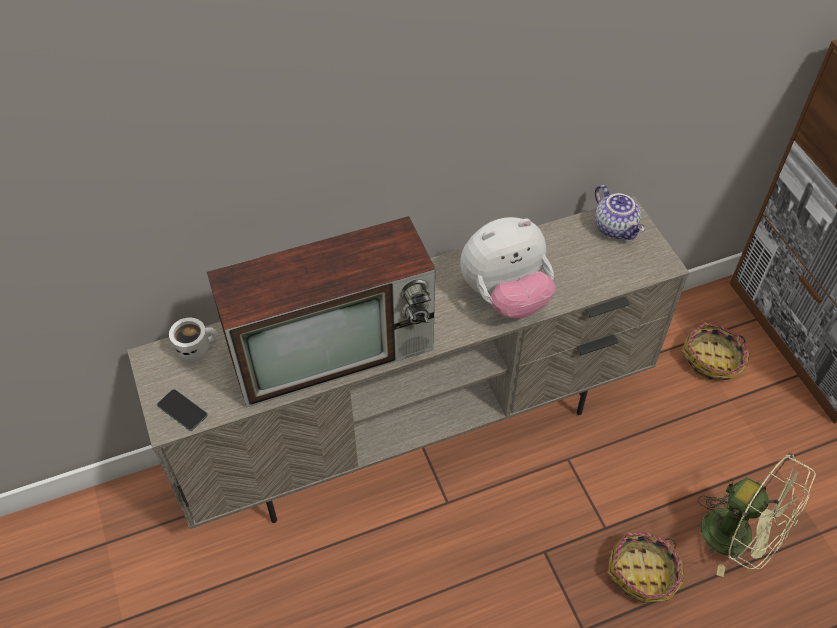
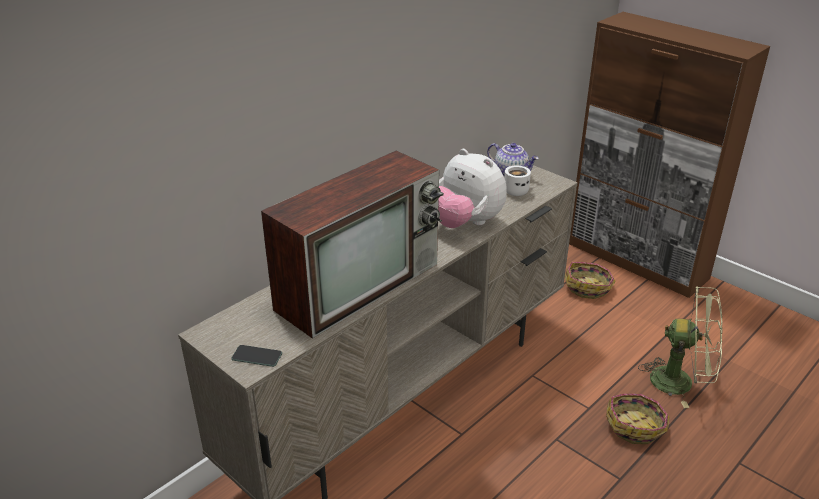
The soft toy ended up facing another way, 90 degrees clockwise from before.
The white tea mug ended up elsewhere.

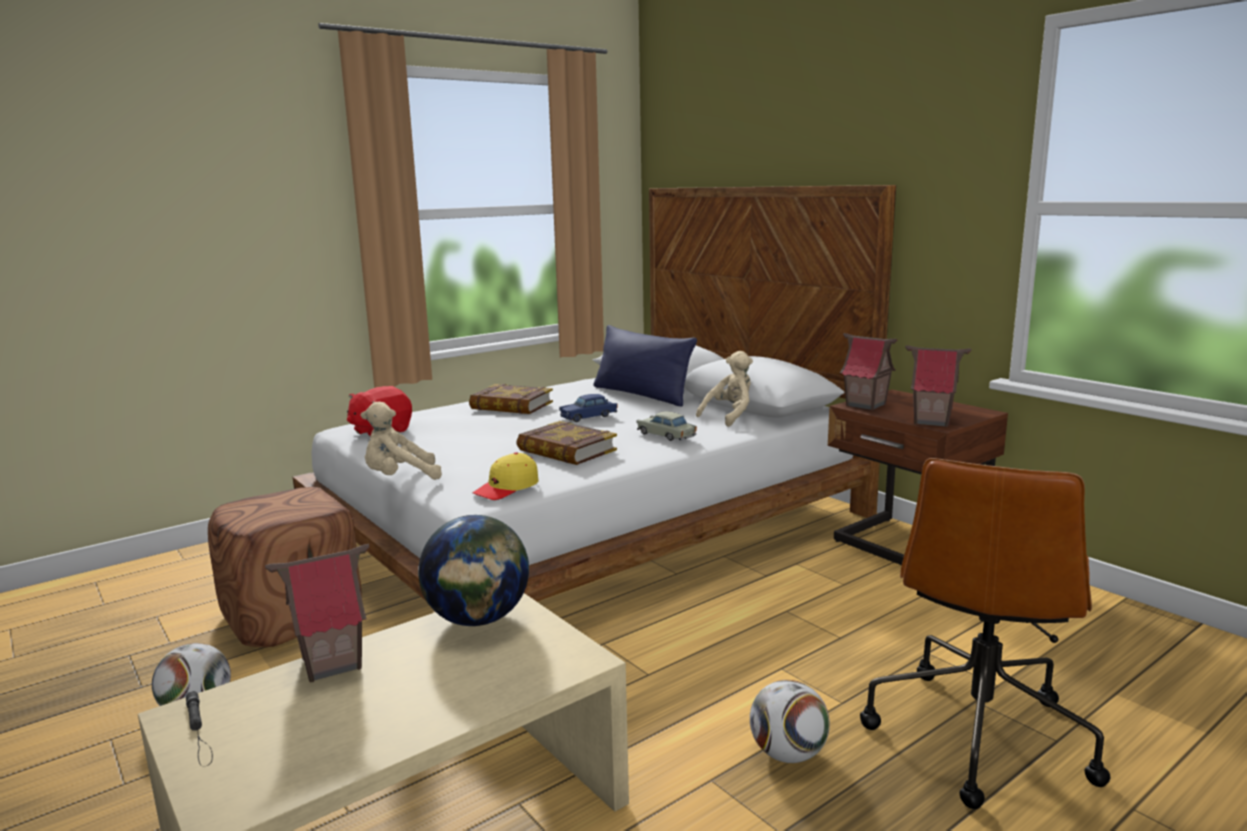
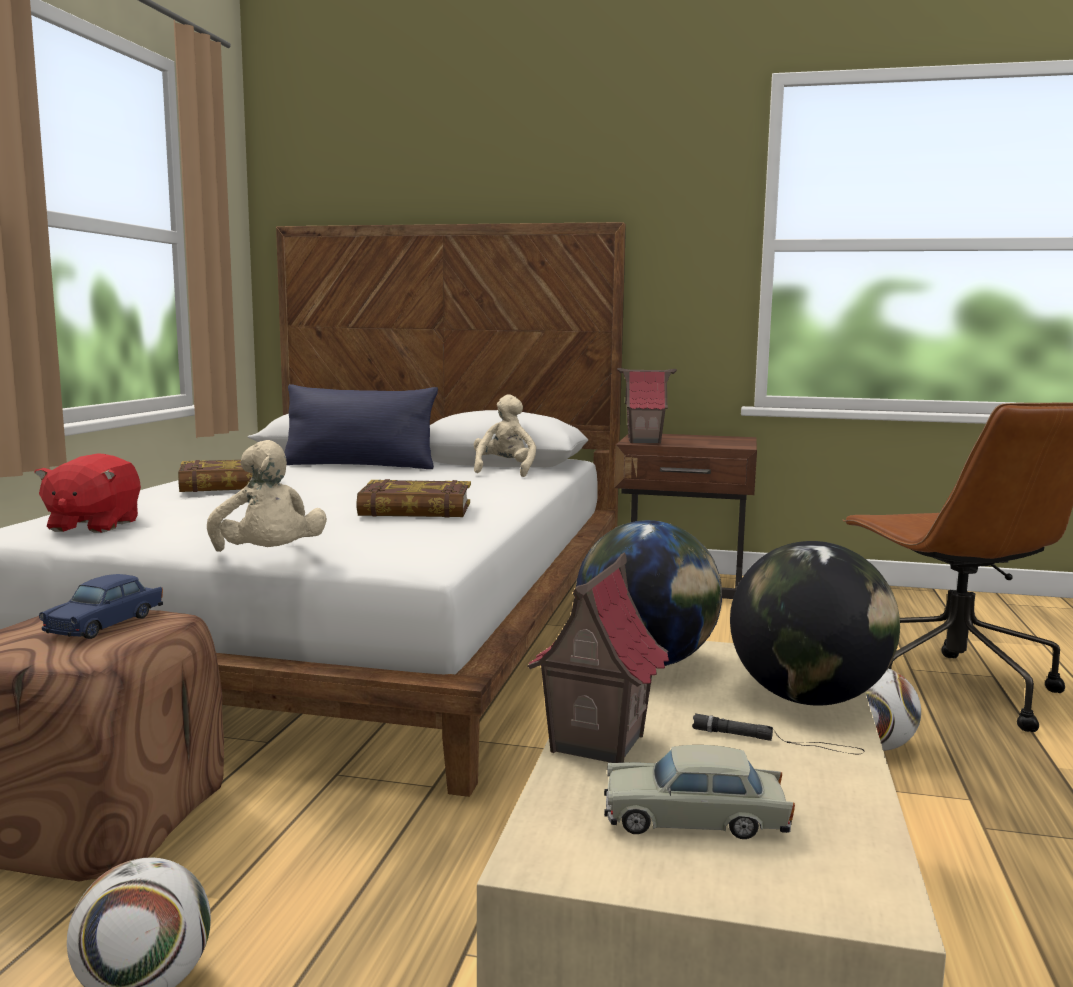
The second view lost the model house (3rd from left).
The blue-coloured toy car ended up elsewhere.
The beige-coloured soft toy (1st from left) ended up facing another way, 60 degrees counterclockwise from before.
The beige-coloured toy car ended up elsewhere.
The second view lost the yellowish peaked cap.
The black-coloured hand torch ended up elsewhere.
The second view gained the world globe (2nd from left).

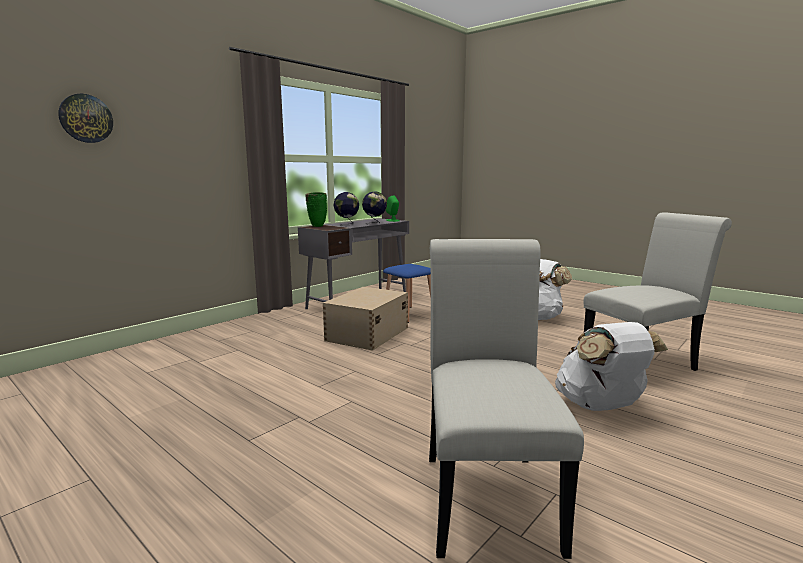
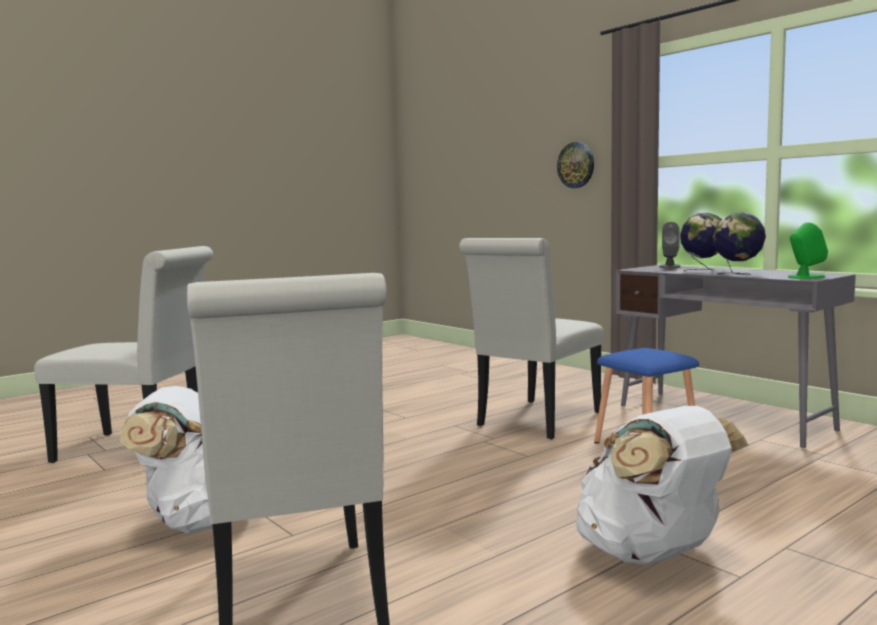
The wall clock ended up elsewhere.
Where the green-coloured vase stood, the greyish speaker came to stand.
Where the beige-coloured storage container stood, the white plain chair (3rd from left) came to stand.

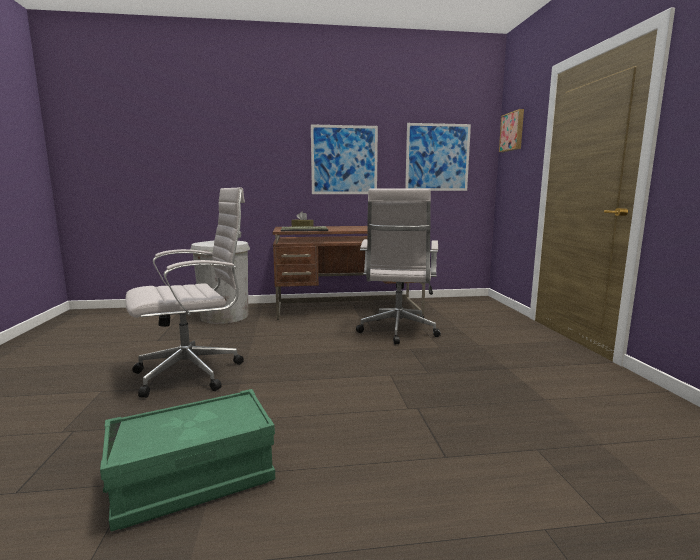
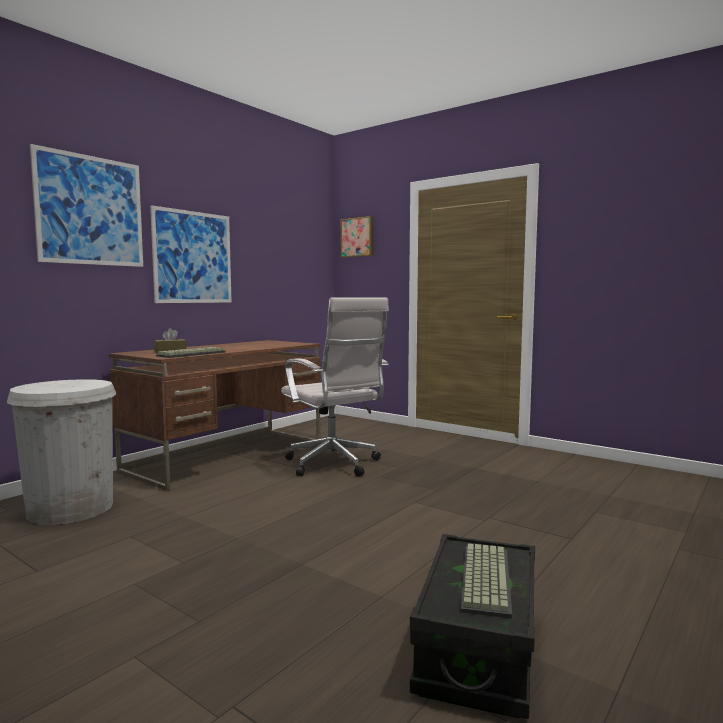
The wall picture (2nd from left in the first image) ended up elsewhere.
The second view lost the white office chair (1st from left).
What was the green-coloured storage container turned into the black-coloured storage container.
The second view gained the keyboard (2nd from left).

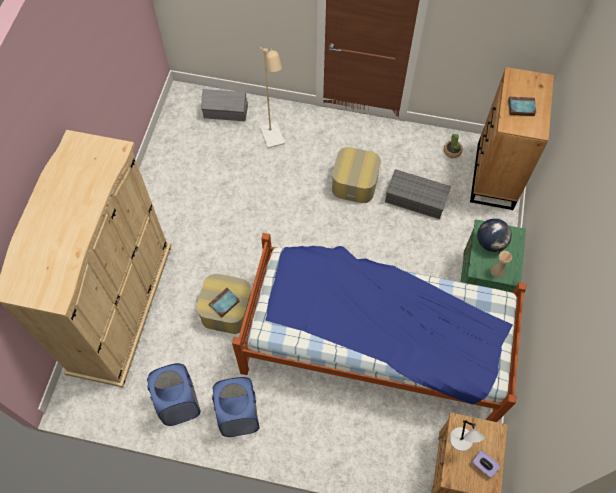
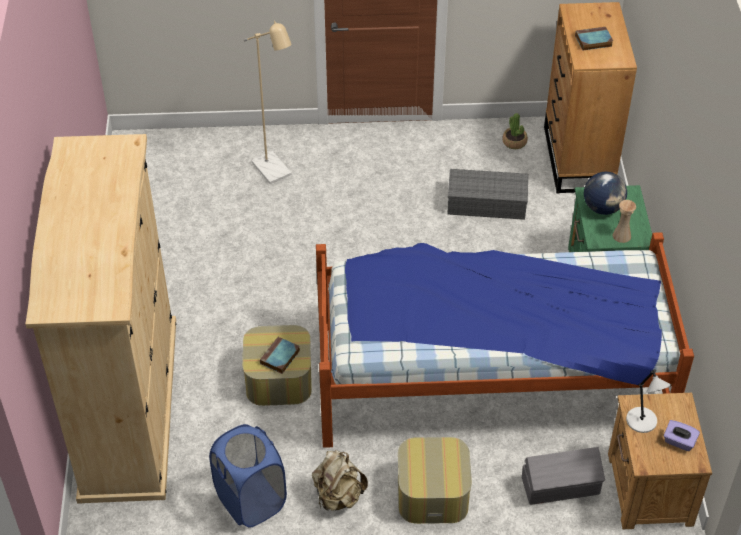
The greyish storage container (1st from left in the first image) ended up elsewhere.
The ottoman (2nd from left) ended up elsewhere.
Where the blue-coloured hamper (2nd from left) stood, the beige-coloured backpack came to stand.

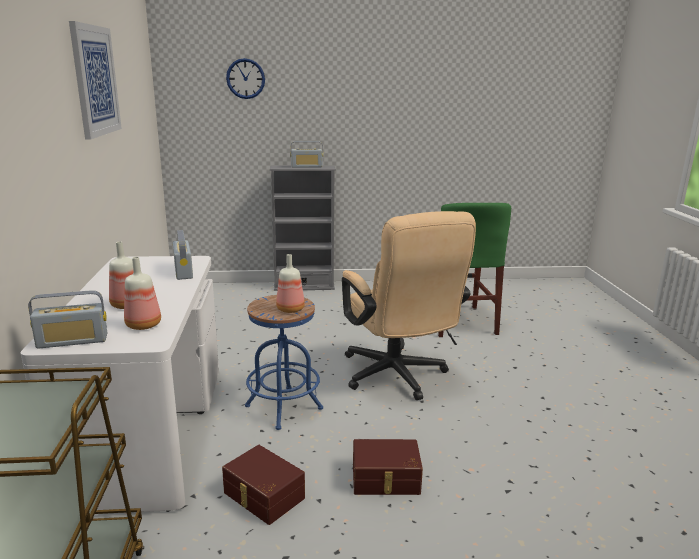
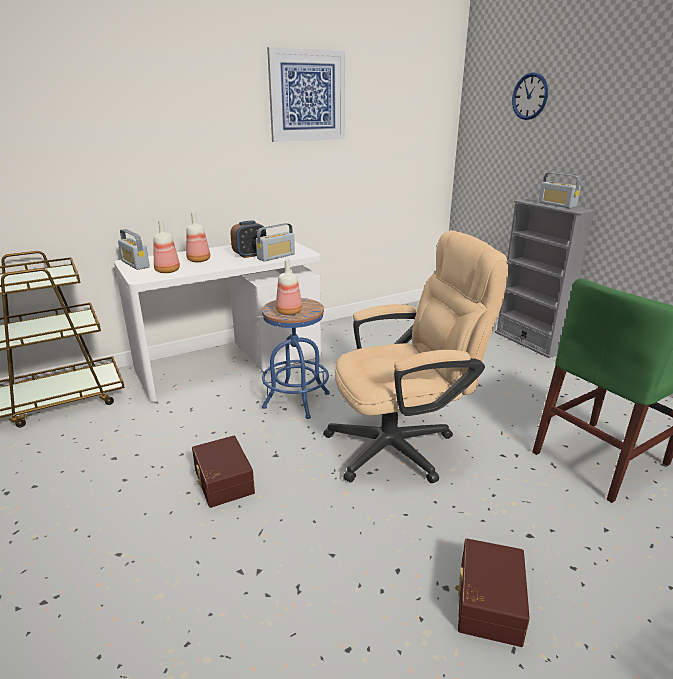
The beige-coloured office chair ended up facing another way, 150 degrees counterclockwise from before.
The brownish storage container (1st from left in the first image) ended up elsewhere.
The second view gained the bedside clock.

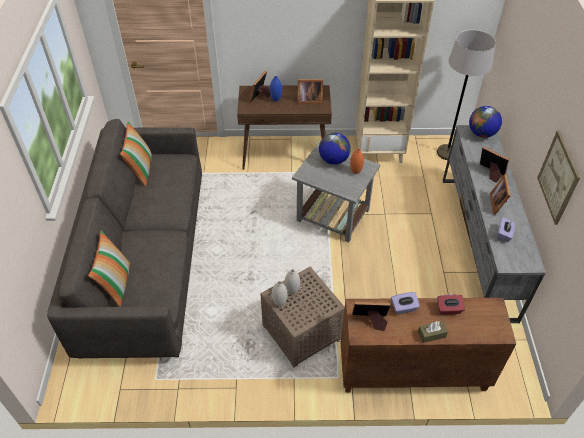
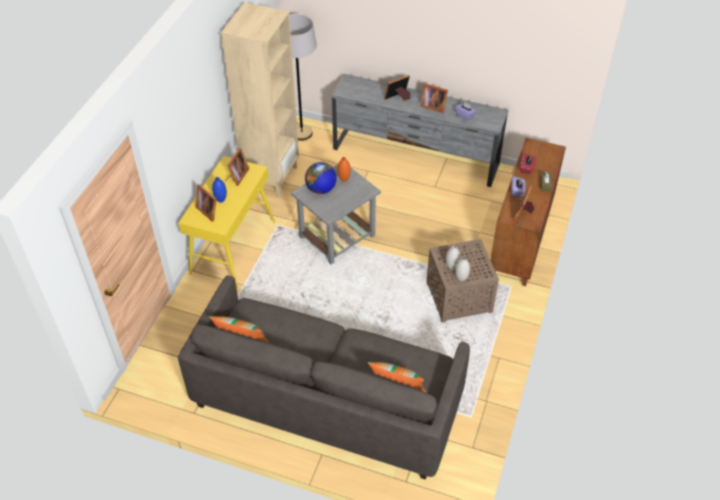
What was the brownish console table turned into the yellowish console table.
The second view lost the world globe (2nd from left).
The second view lost the wall picture.

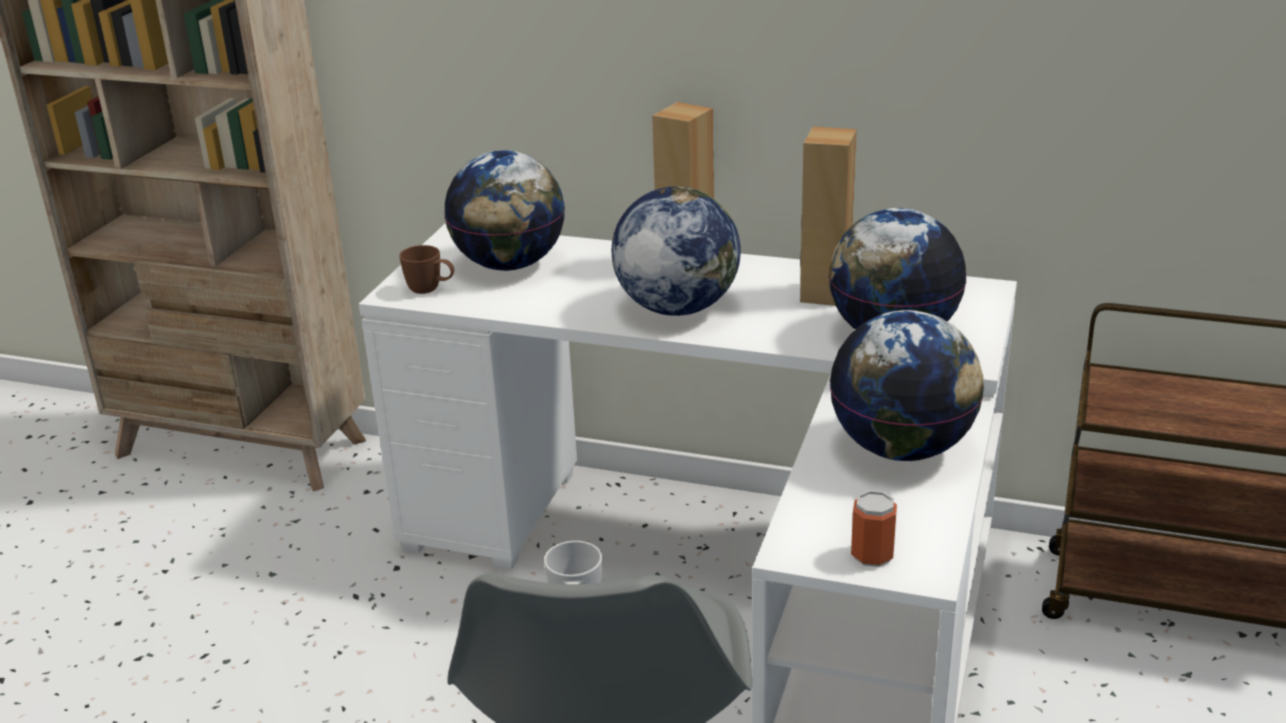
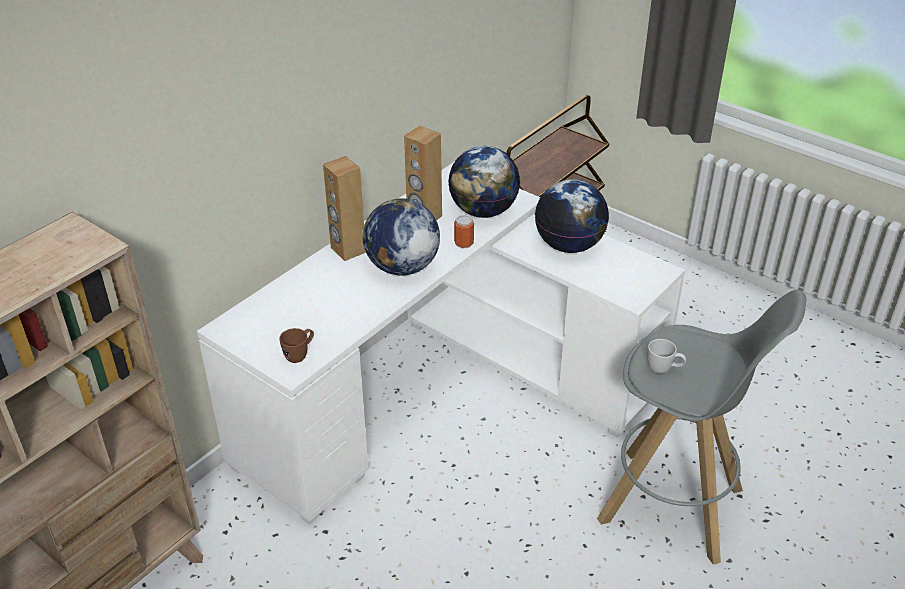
The second view lost the world globe (1st from left).
The sealed can ended up elsewhere.

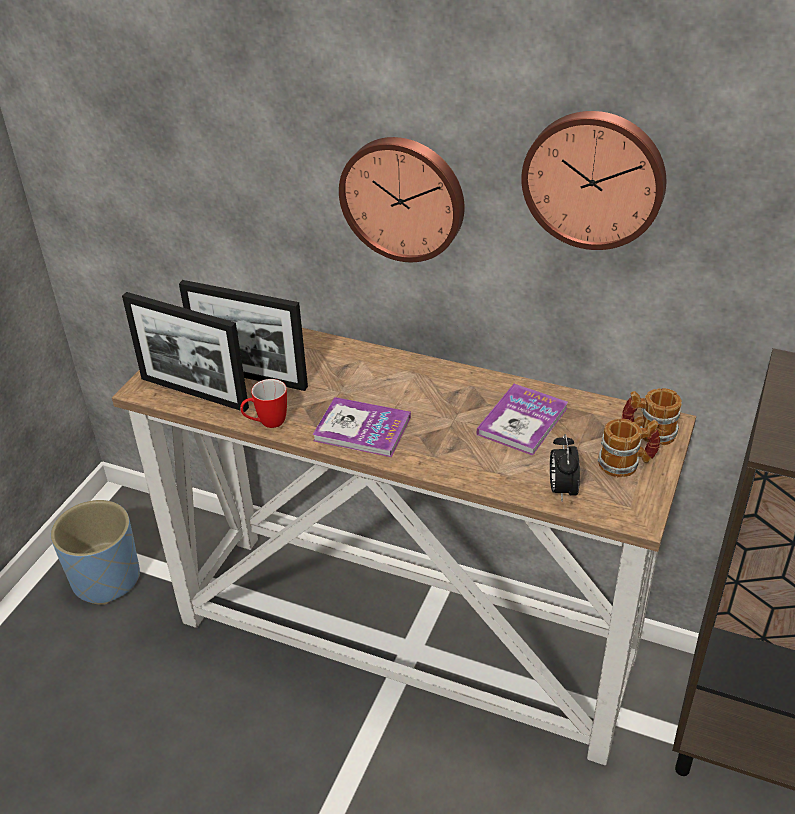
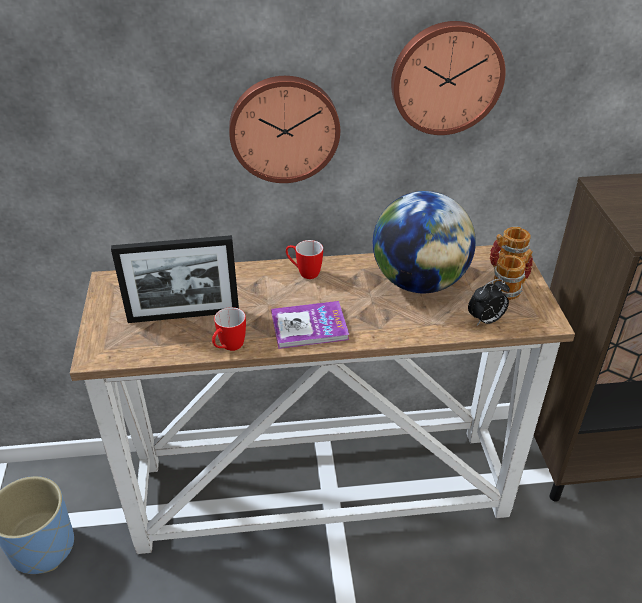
The second view lost the standing frame (1st from left).
Where the book (2nd from left) stood, the world globe came to stand.
The bedside clock ended up facing another way, 90 degrees counterclockwise from before.
The second view gained the tea mug (2nd from left).

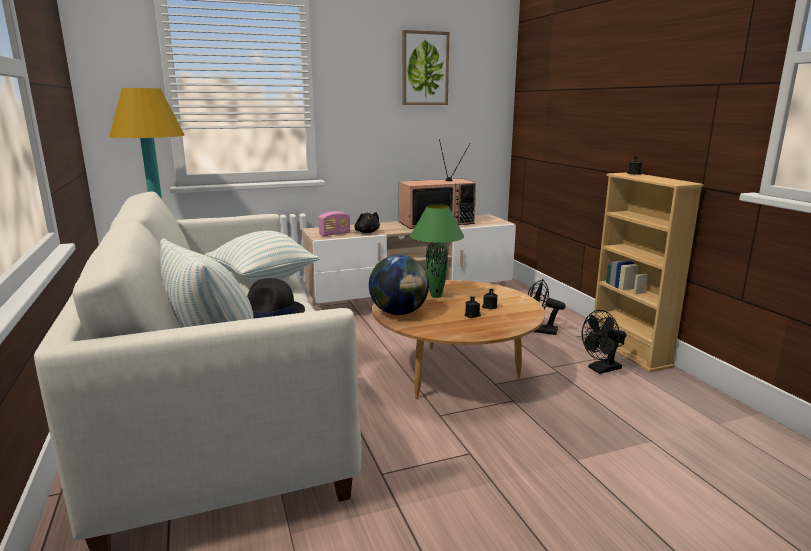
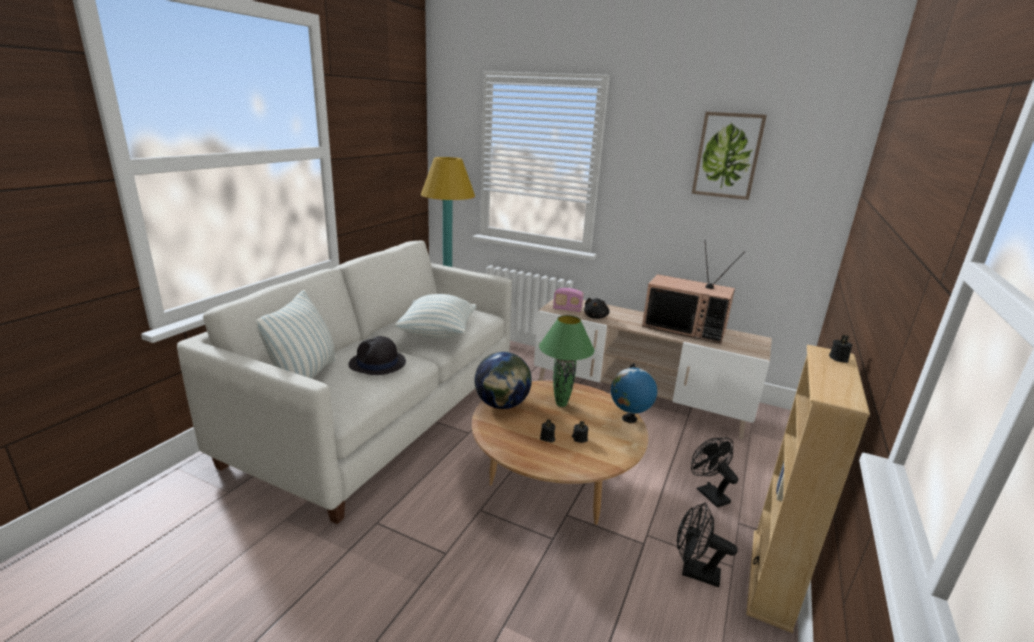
The second view gained the world globe (2nd from left).

